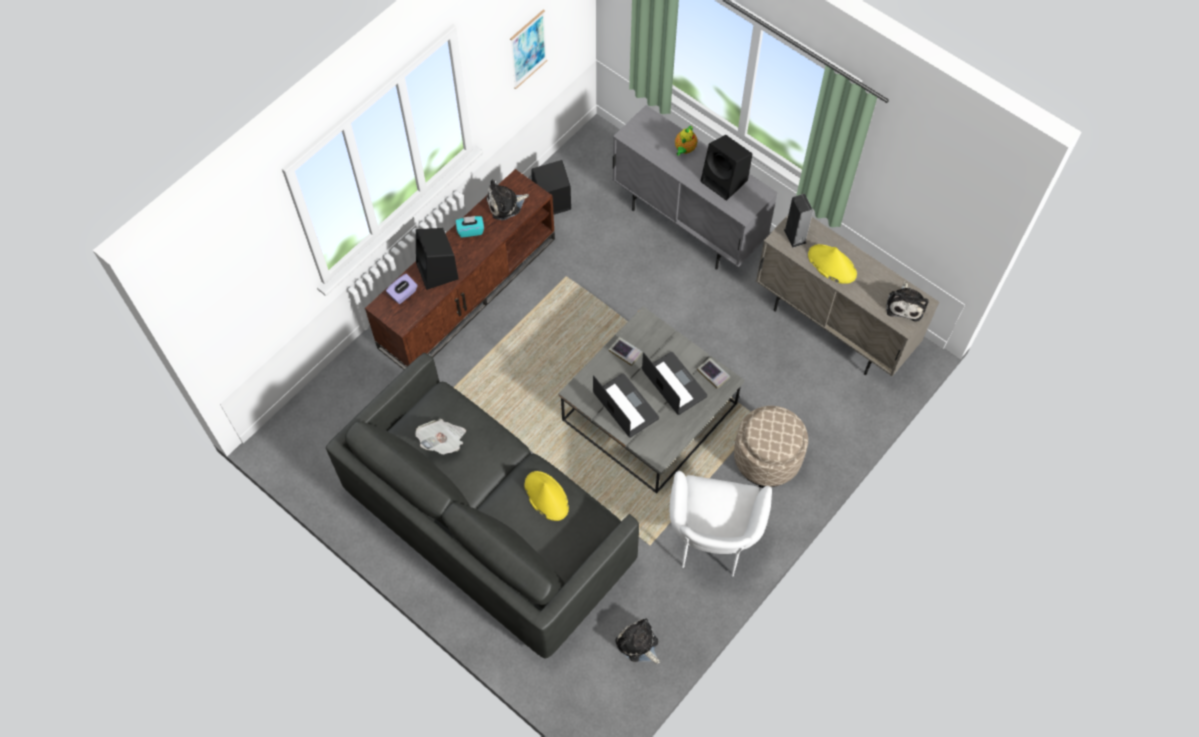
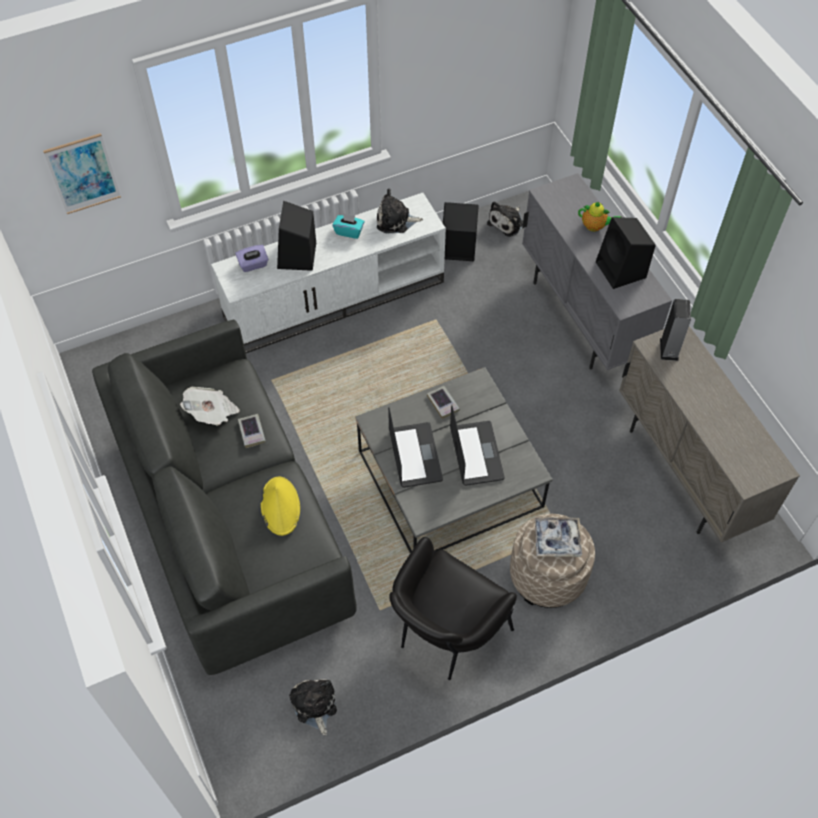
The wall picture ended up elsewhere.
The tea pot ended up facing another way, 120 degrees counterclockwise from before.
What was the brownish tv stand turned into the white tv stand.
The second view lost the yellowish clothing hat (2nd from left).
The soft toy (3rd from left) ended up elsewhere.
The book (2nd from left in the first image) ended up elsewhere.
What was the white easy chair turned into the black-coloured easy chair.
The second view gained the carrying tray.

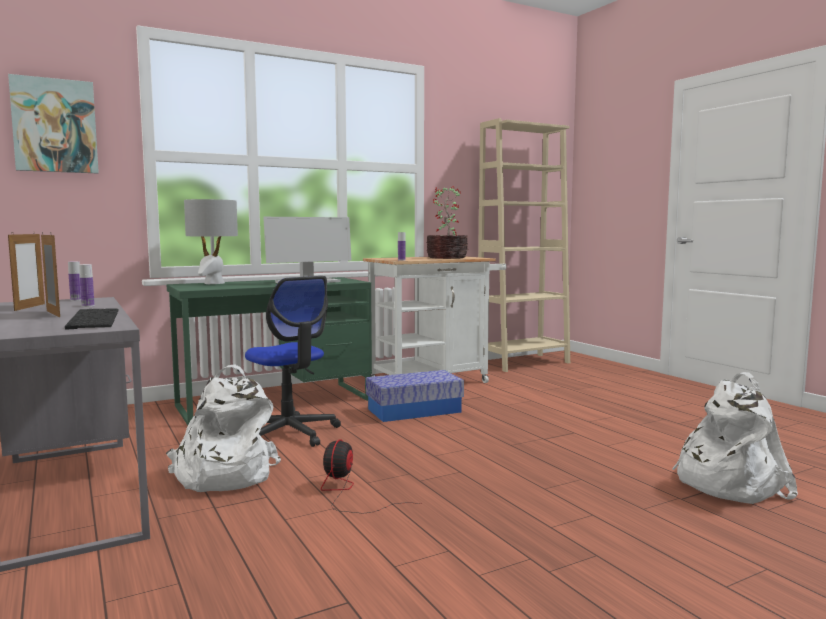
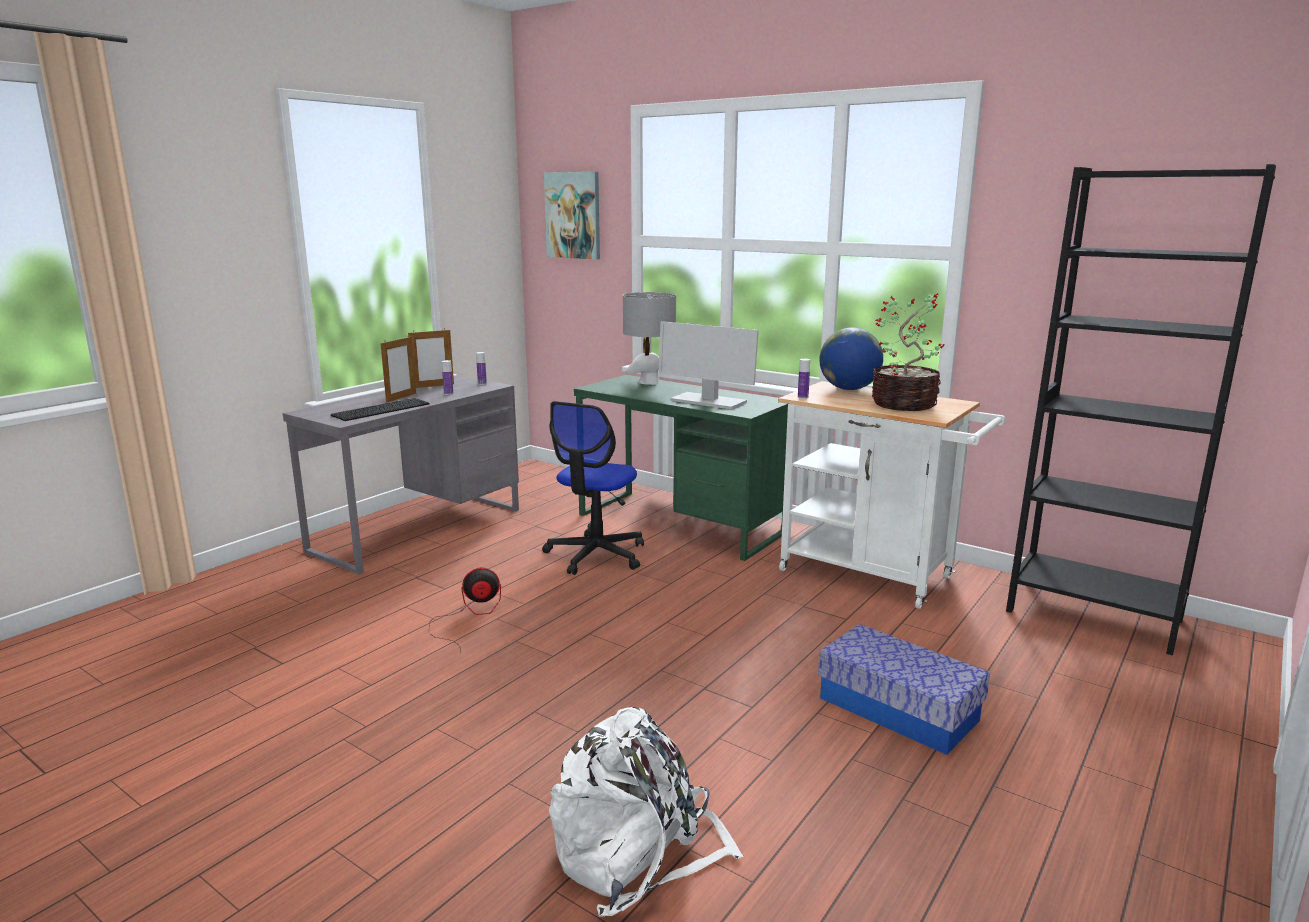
What was the beige-coloured shelving unit turned into the black-coloured shelving unit.
The second view lost the white backpack (1st from left).
The storage container ended up elsewhere.
The second view gained the world globe.

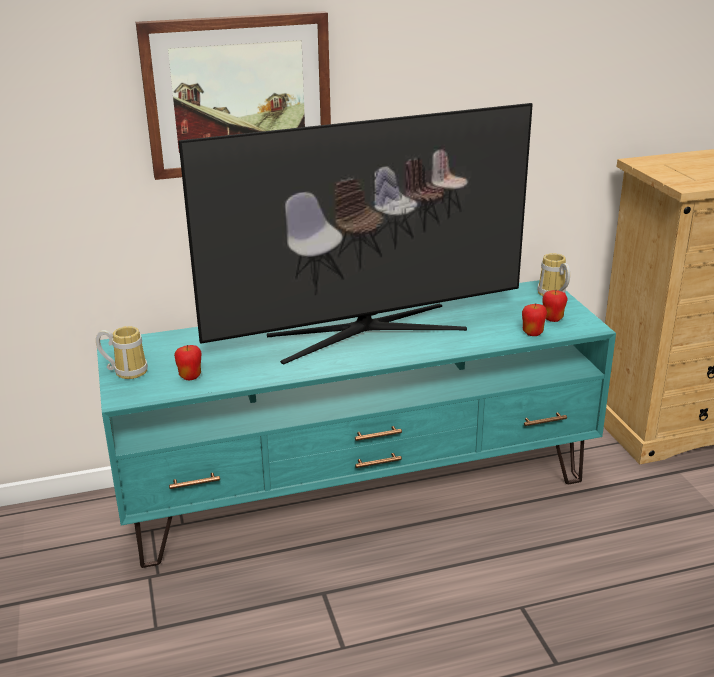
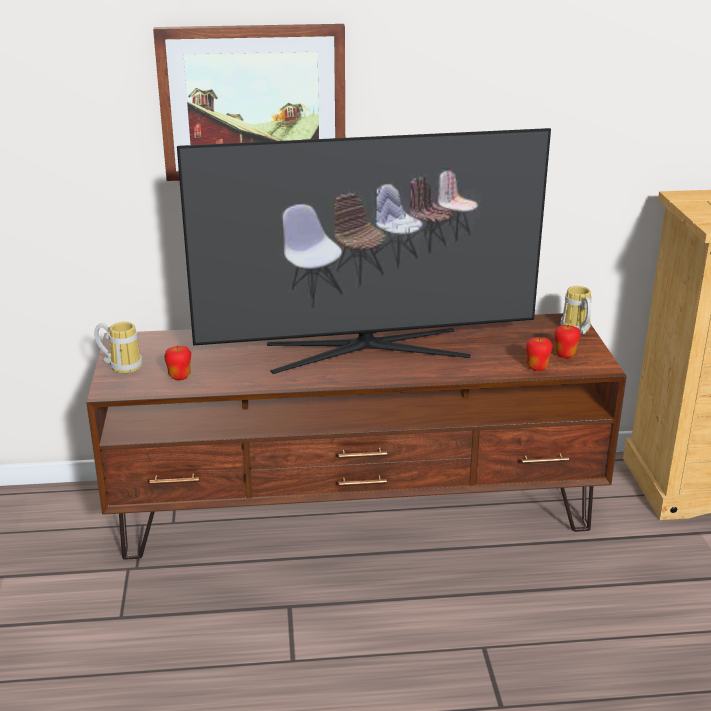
What was the turquoise tv stand turned into the brownish tv stand.

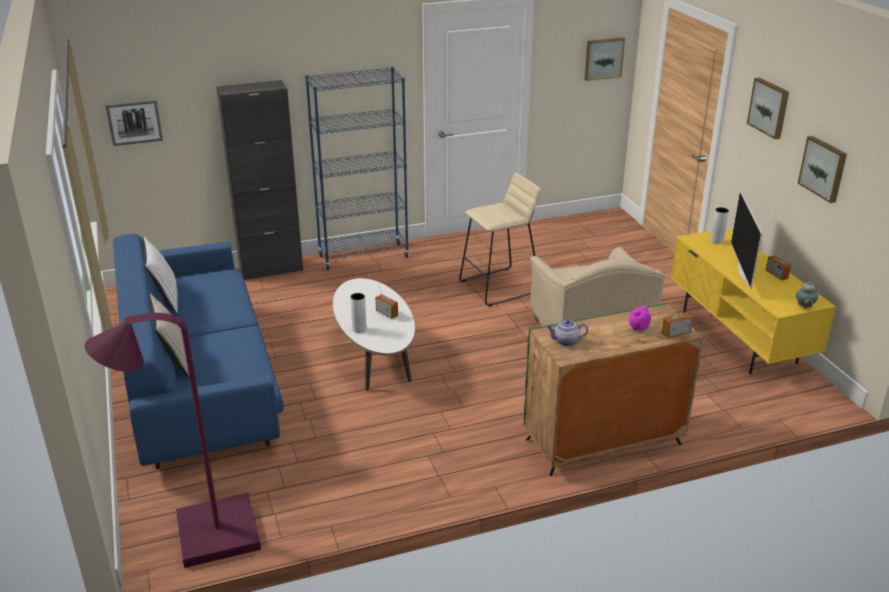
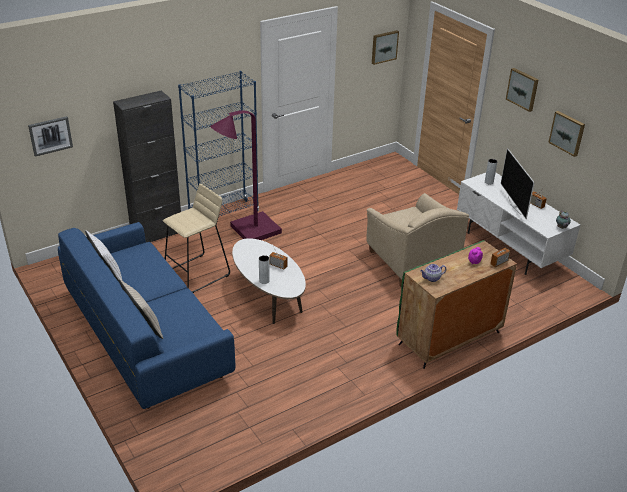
The beige-coloured stool seat ended up elsewhere.
What was the yellowish tv stand turned into the white tv stand.
The purple-coloured standard lamp ended up elsewhere.

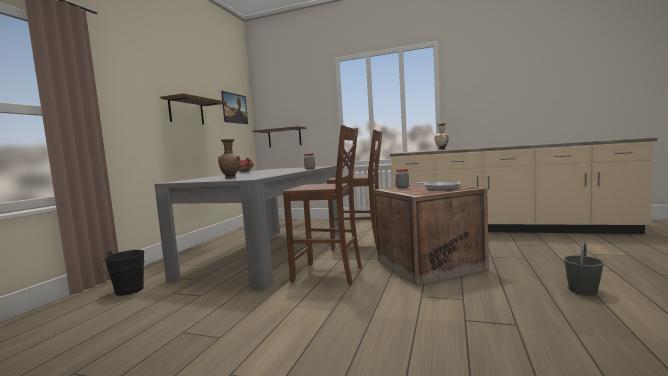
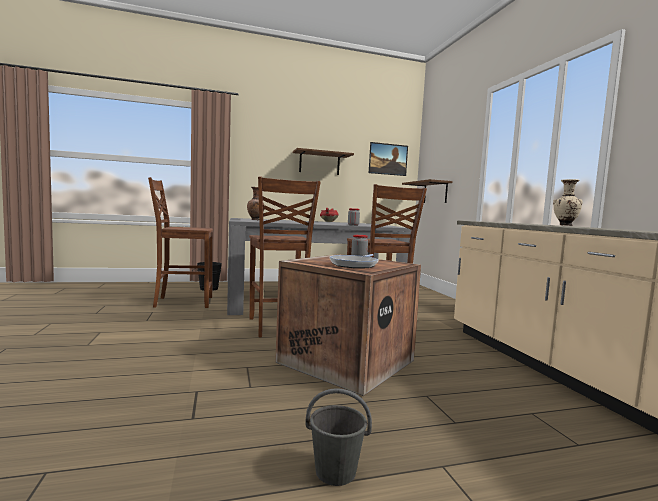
The second view gained the brownish plain chair (1st from left).

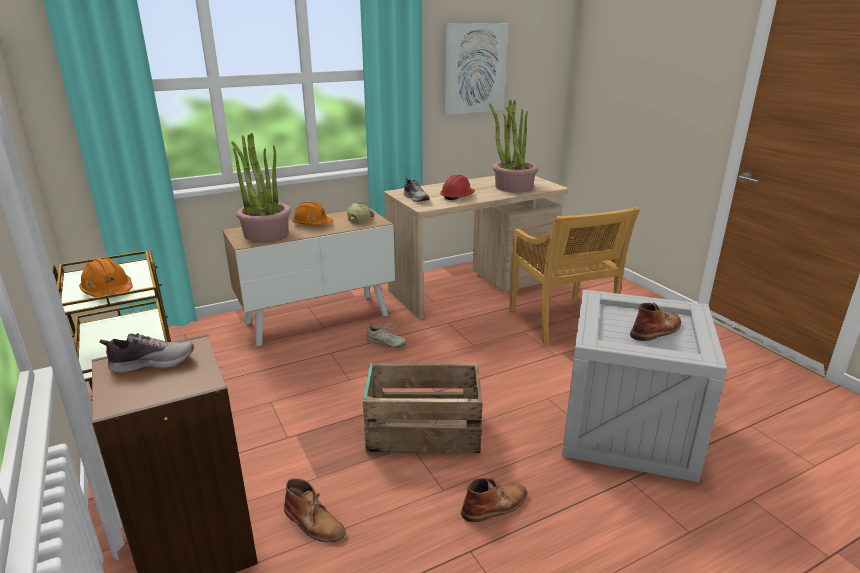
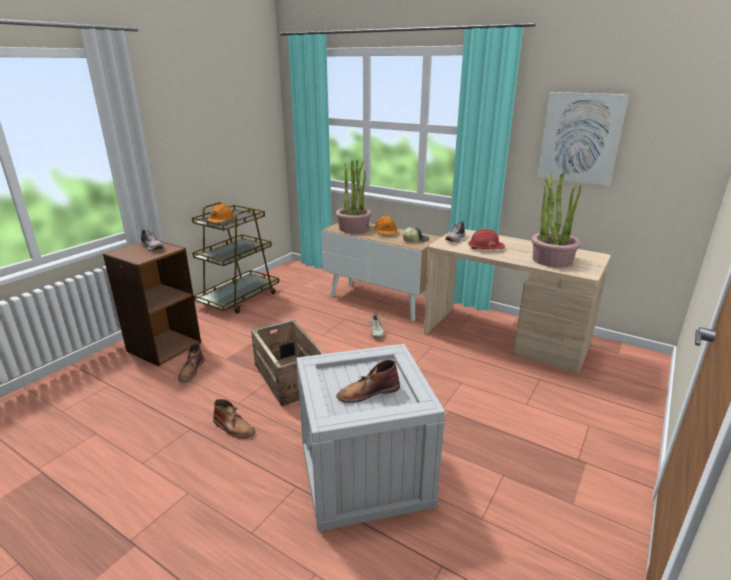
The second view lost the beige-coloured plain chair.
The brownish tall boot (3rd from left) ended up facing another way, 135 degrees clockwise from before.

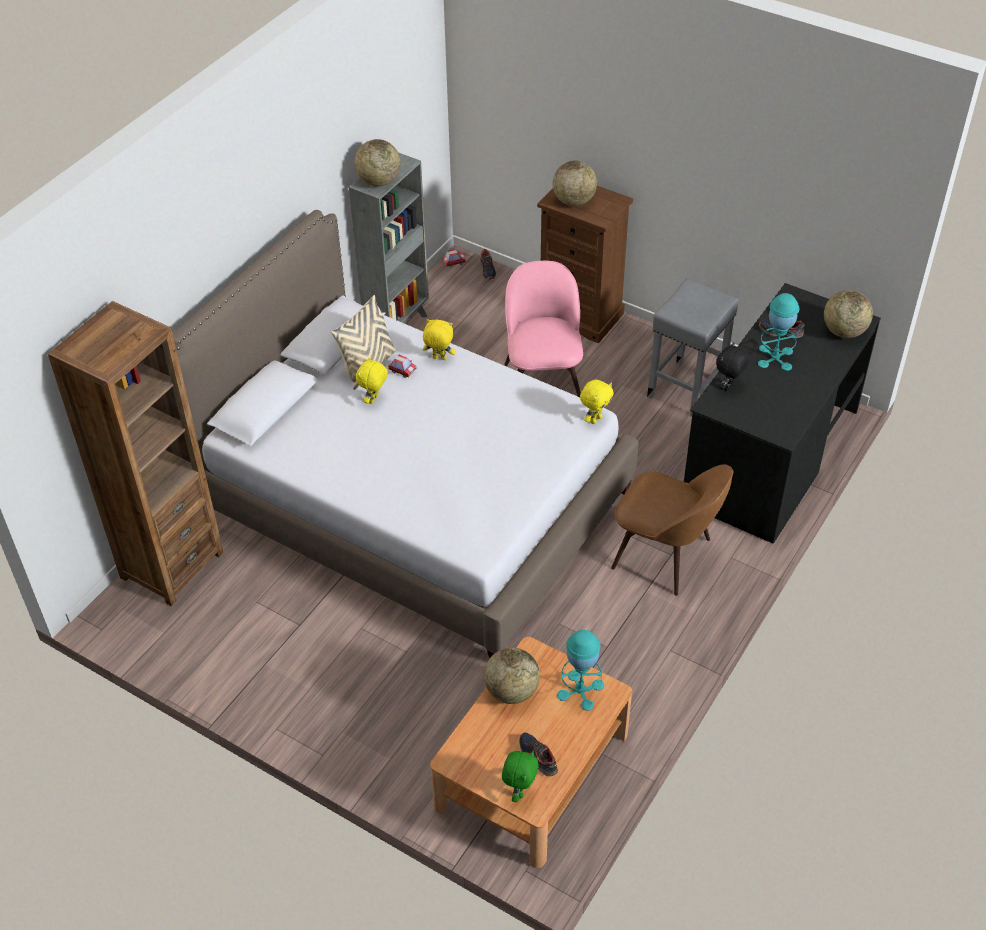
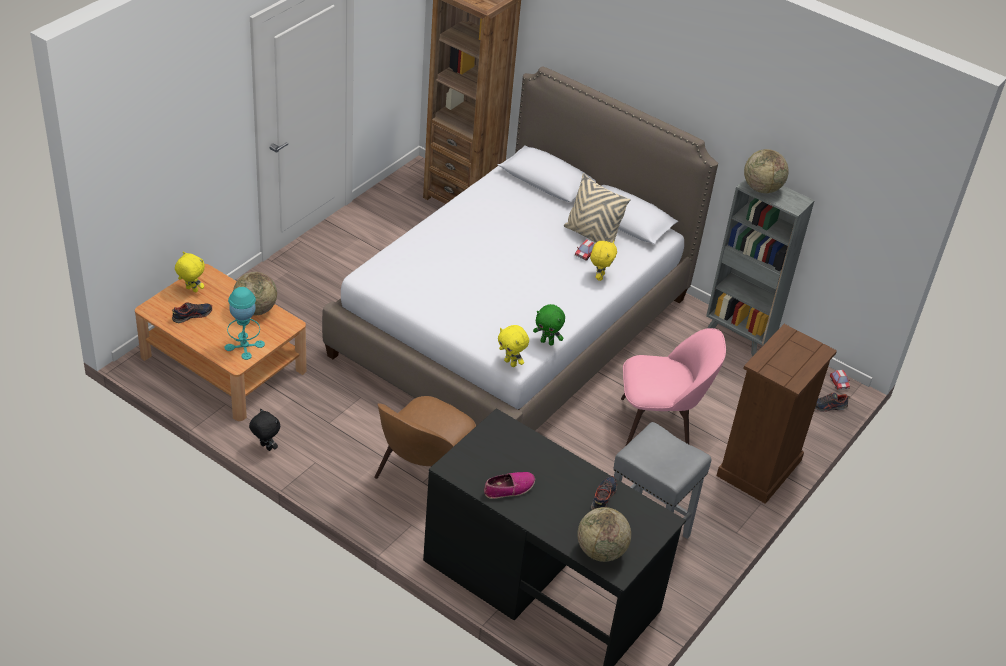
The second view lost the world globe (3rd from left).
The second view lost the turquoise table lamp (2nd from left).
The black-coloured soft toy ended up elsewhere.
The yellowish soft toy (1st from left) ended up elsewhere.
The green-coloured soft toy ended up elsewhere.
The second view gained the low shoe (2nd from left).

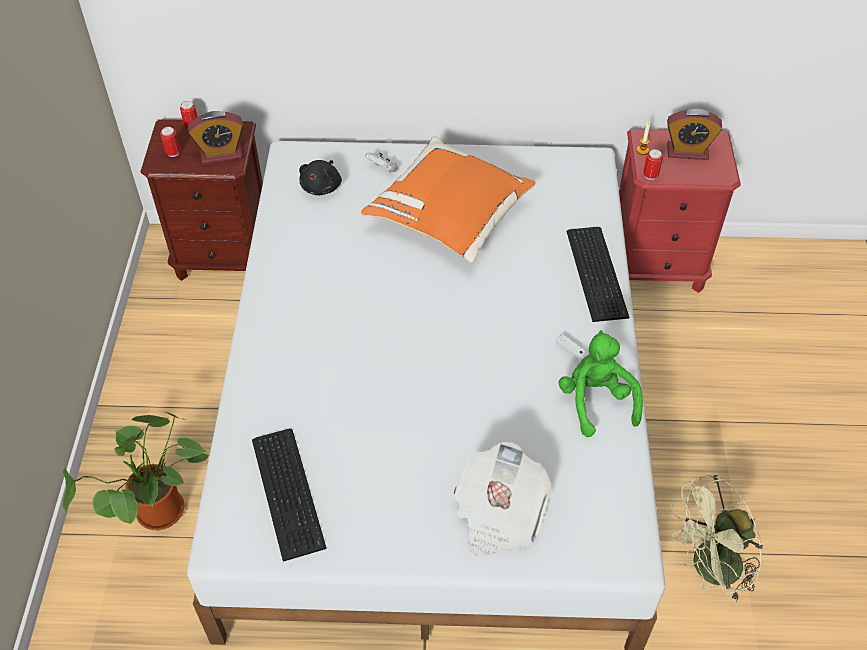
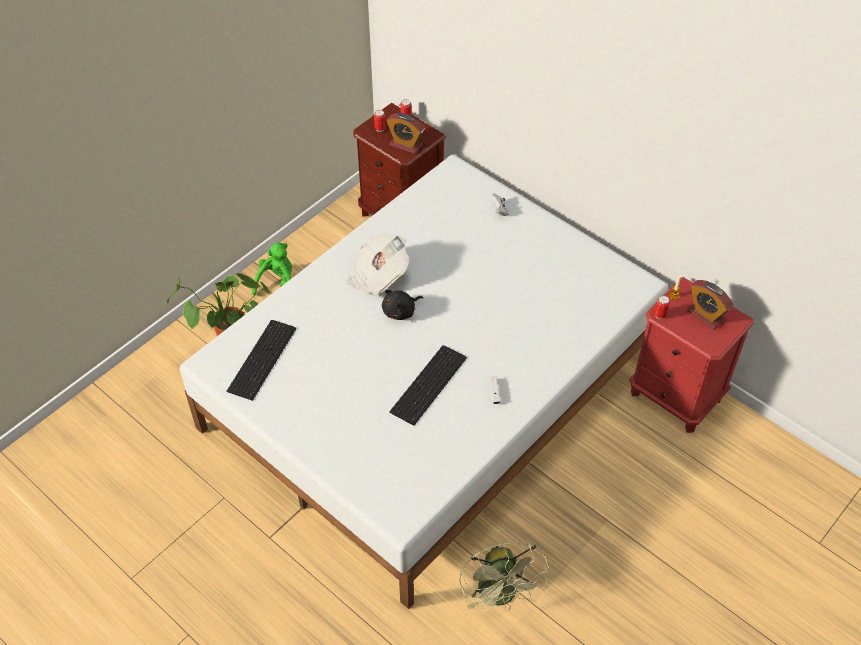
The second view lost the orange-coloured cushion.
The black-coloured soft toy ended up elsewhere.
The keyboard (2nd from left) ended up elsewhere.
The green-coloured soft toy ended up elsewhere.
The daily paper ended up elsewhere.
The green-coloured electric fan ended up facing another way, 120 degrees counterclockwise from before.

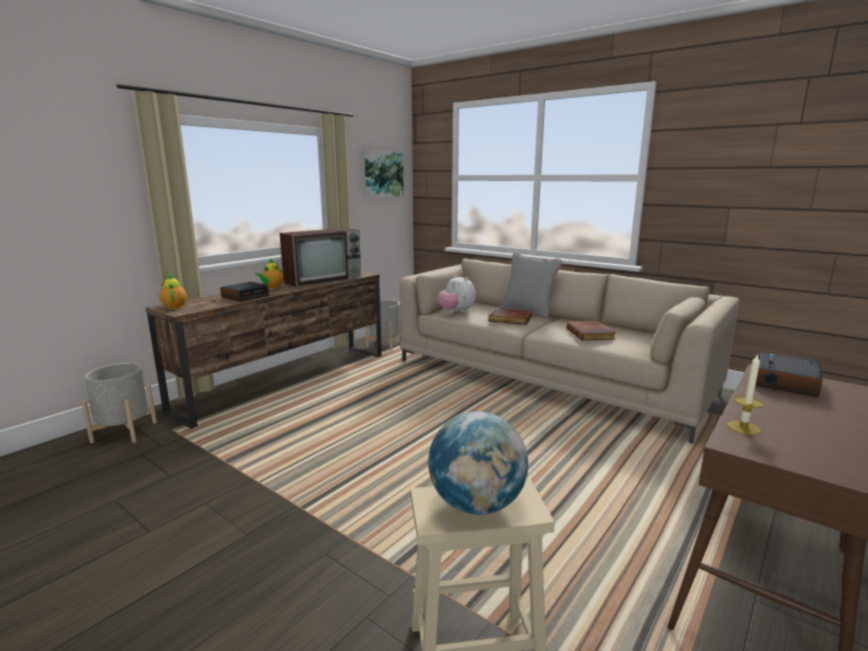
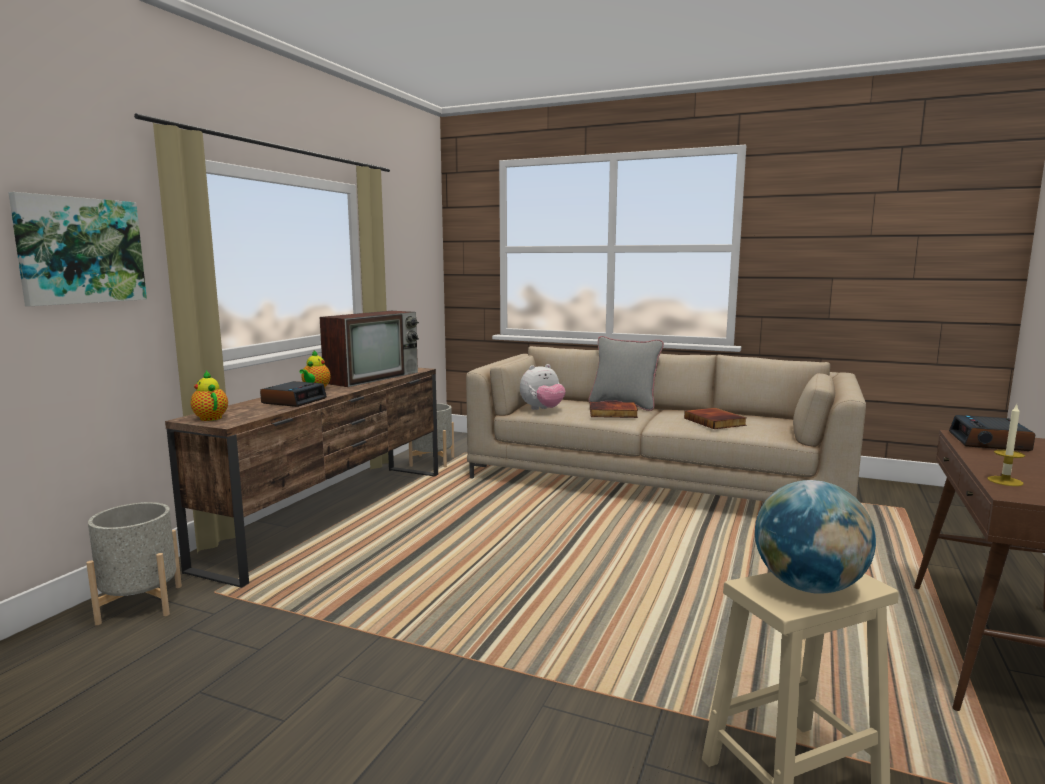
The wall picture ended up elsewhere.
The soft toy ended up facing another way, 60 degrees counterclockwise from before.

